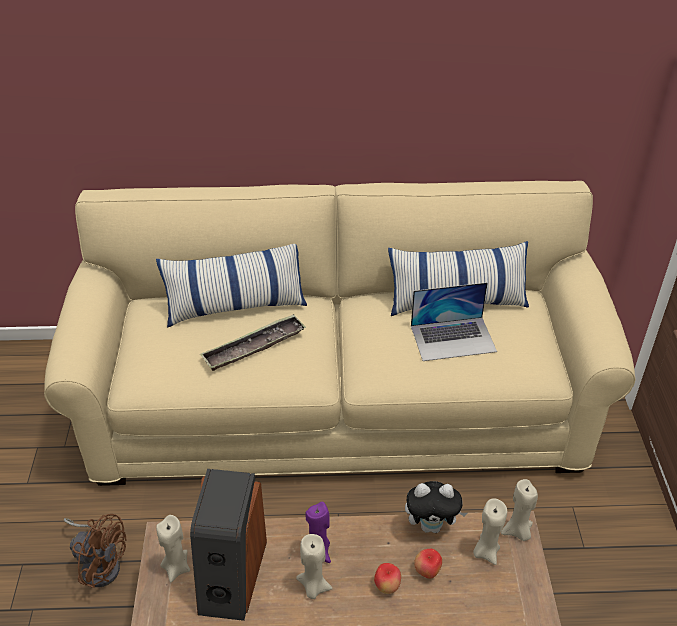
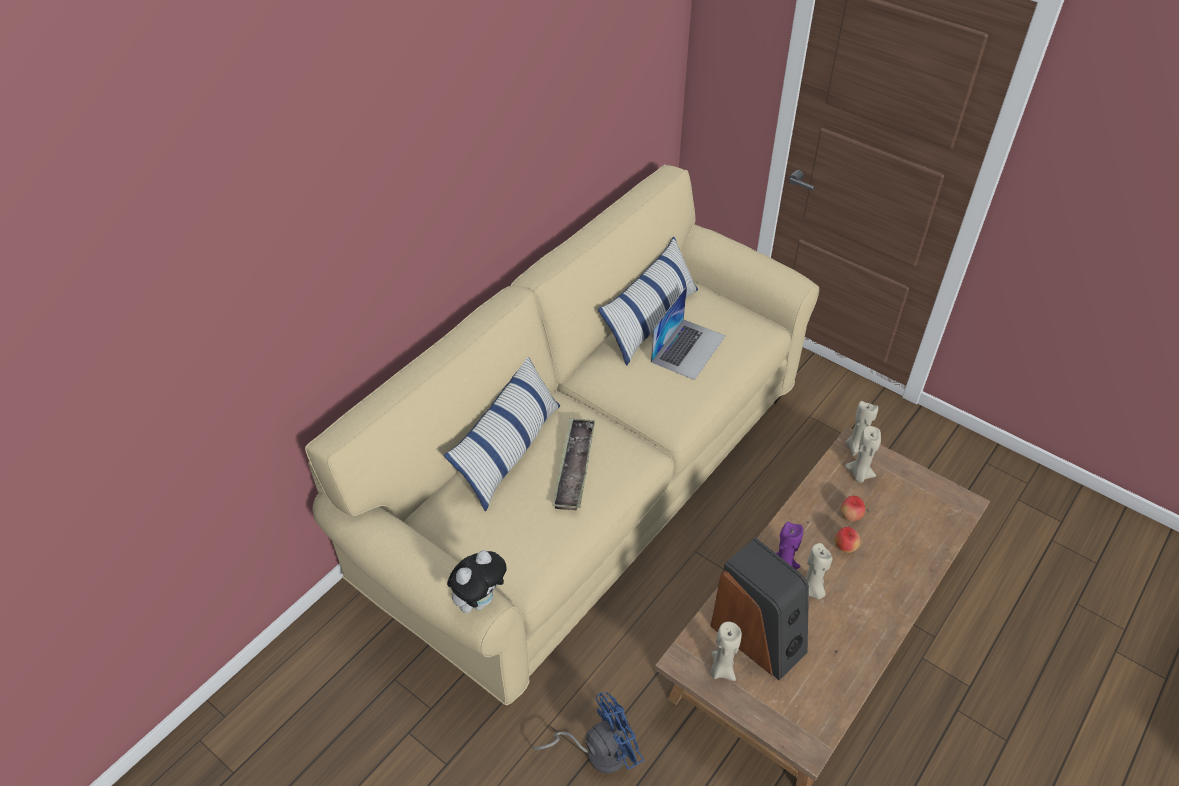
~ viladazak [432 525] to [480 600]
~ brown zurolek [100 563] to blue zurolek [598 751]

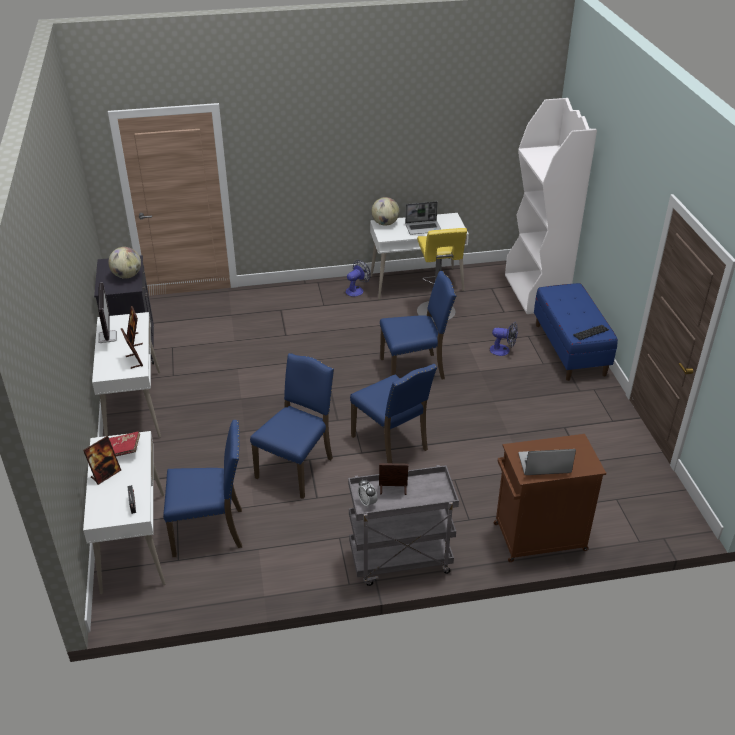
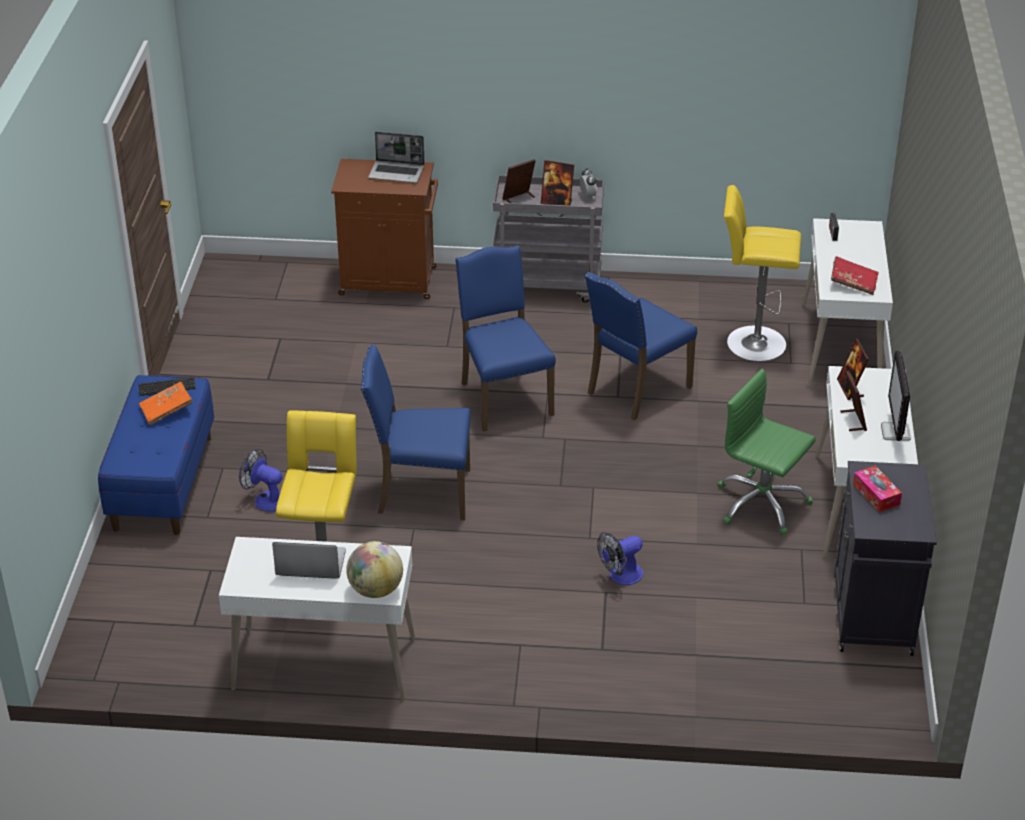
- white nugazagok [536 292]
+ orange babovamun [166 410]
+ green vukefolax [761 504]
~ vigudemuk [105 474] to [519 198]
~ zurolek [357 290] to [620 576]
~ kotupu [127 276] to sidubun [876 494]
~ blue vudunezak [210 530] to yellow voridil [751 343]

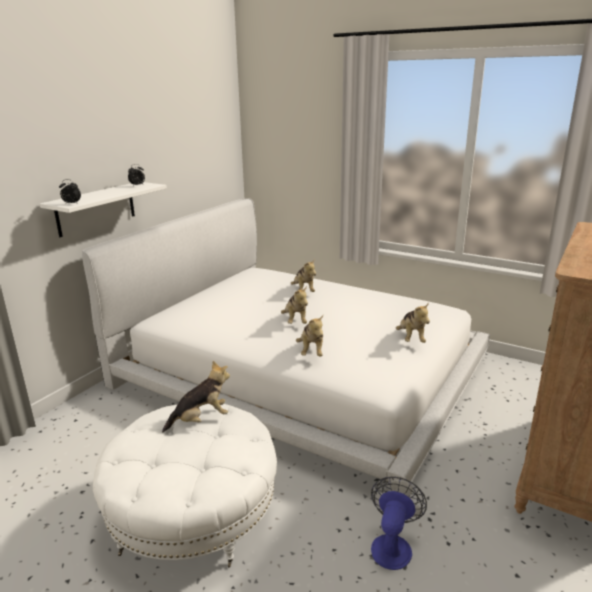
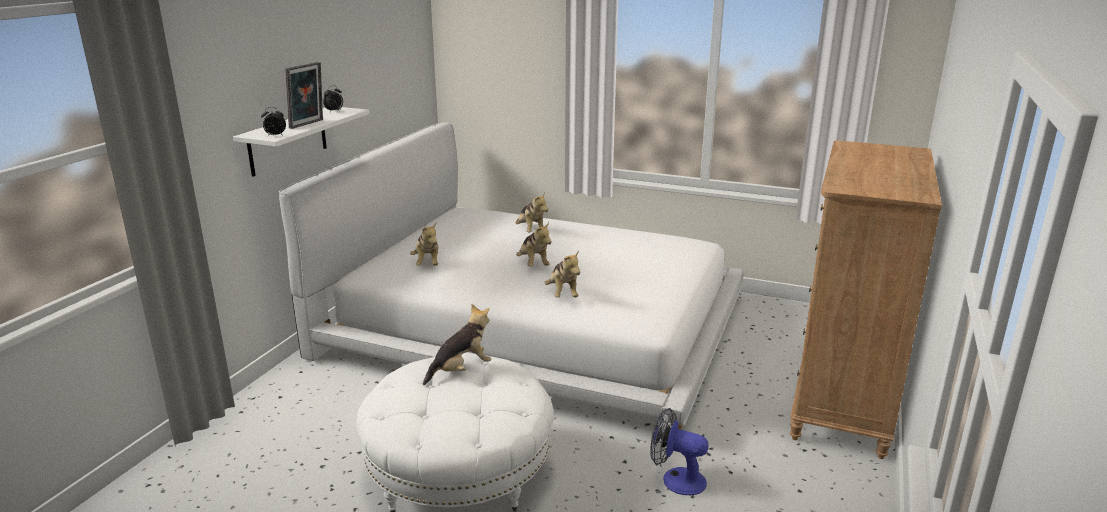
+ vigudemuk [308 124]
~ viladazak [411 338] to [427 263]
~ zurolek [392 545] = [676 479] 75 degrees counterclockwise

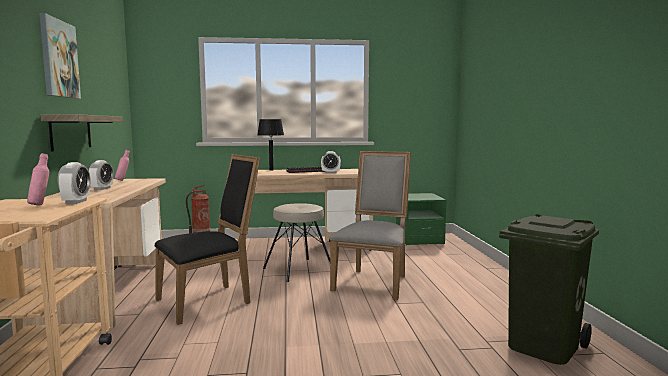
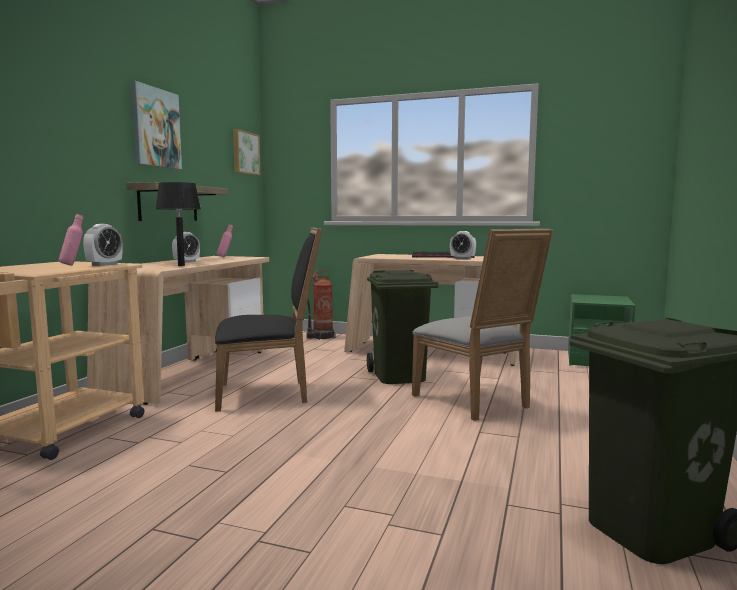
+ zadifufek [245 153]
~ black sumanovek [271 170] to [181 265]
~ beige voridil [299 270] to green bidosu [398 376]
~ grey vudunezak [373 282] = [476 402] 105 degrees clockwise

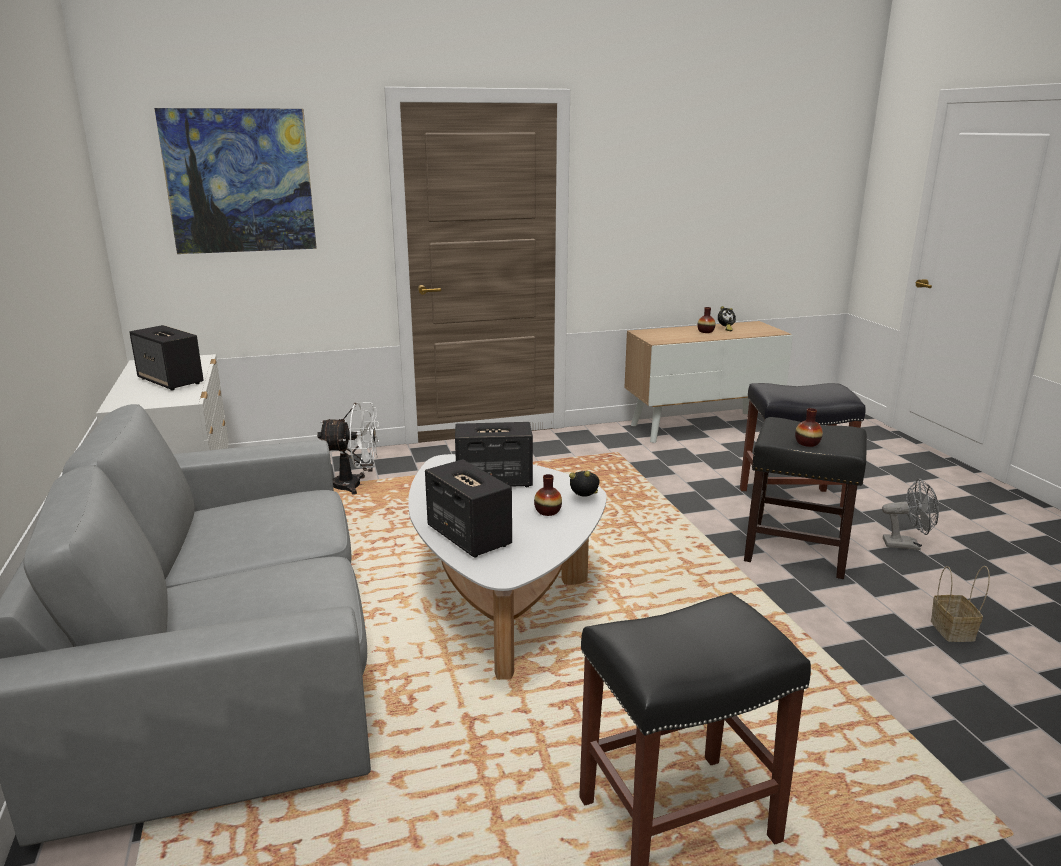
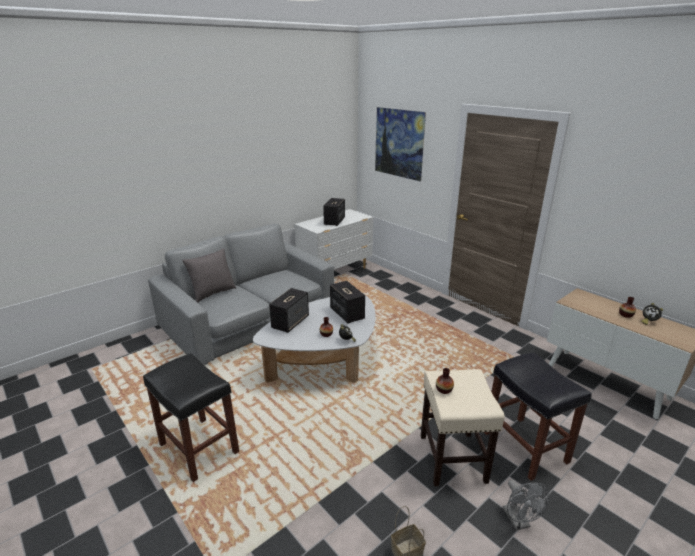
- white zurolek [355 486]
+ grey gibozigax [213 293]
~ black voridil [797 552] to beige voridil [453 459]

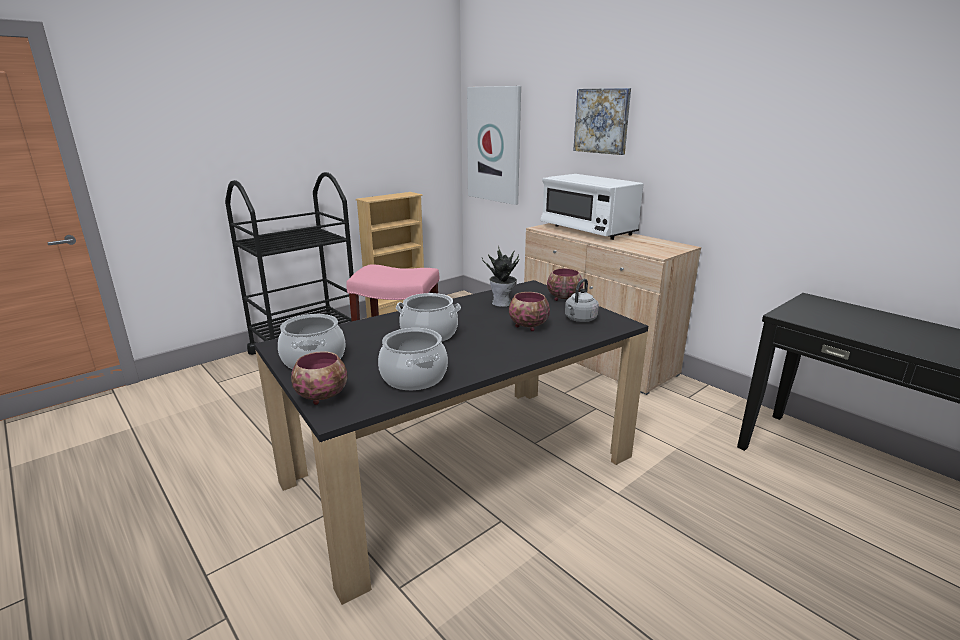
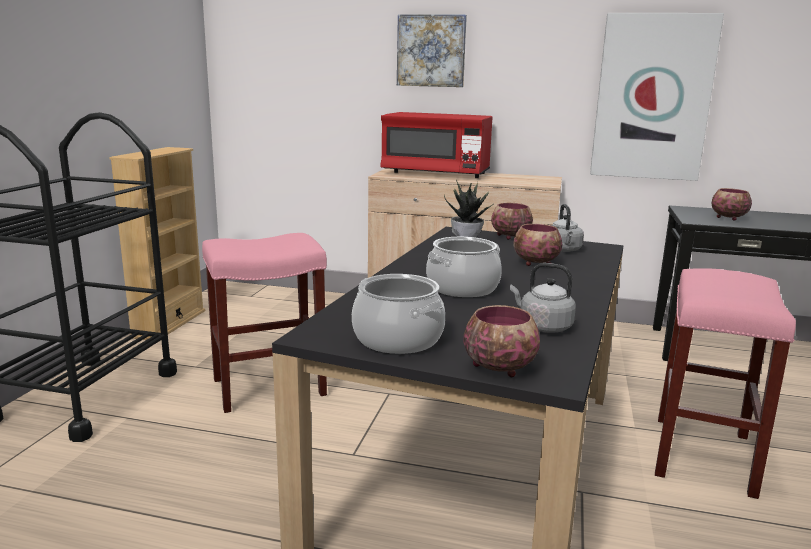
+ pink voridil [704 456]
+ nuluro [727 218]
~ zadifufek [494 145] to [652 98]
~ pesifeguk [413 377] to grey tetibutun [542 326]
~ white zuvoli [588 230] to red zuvoli [436 173]

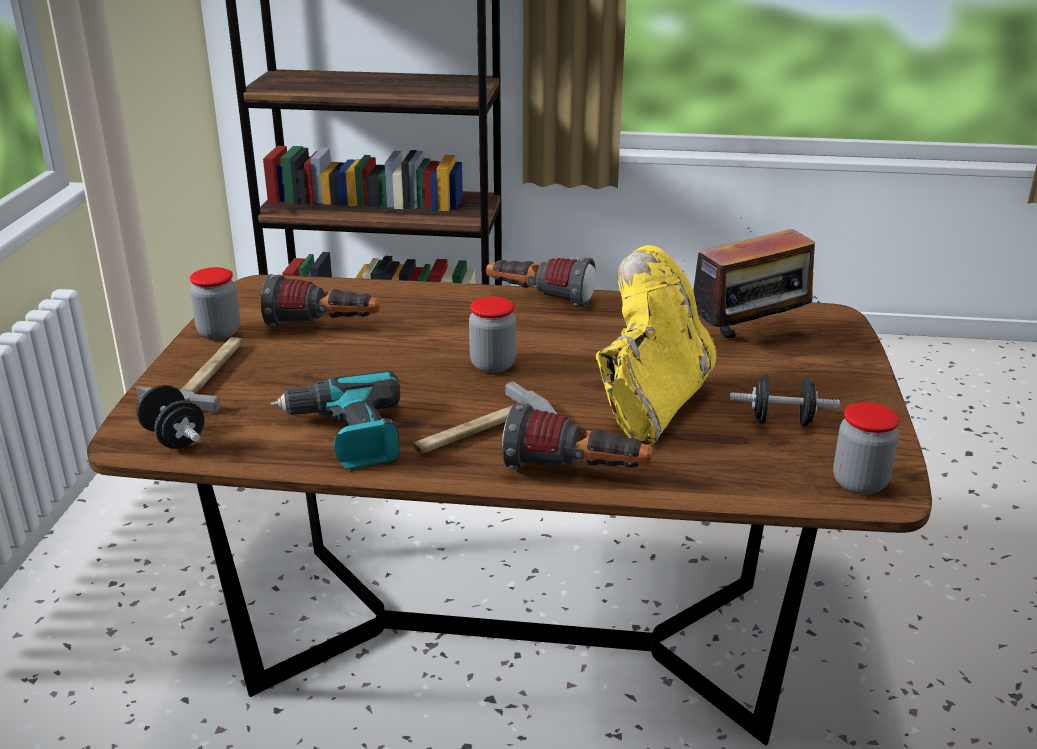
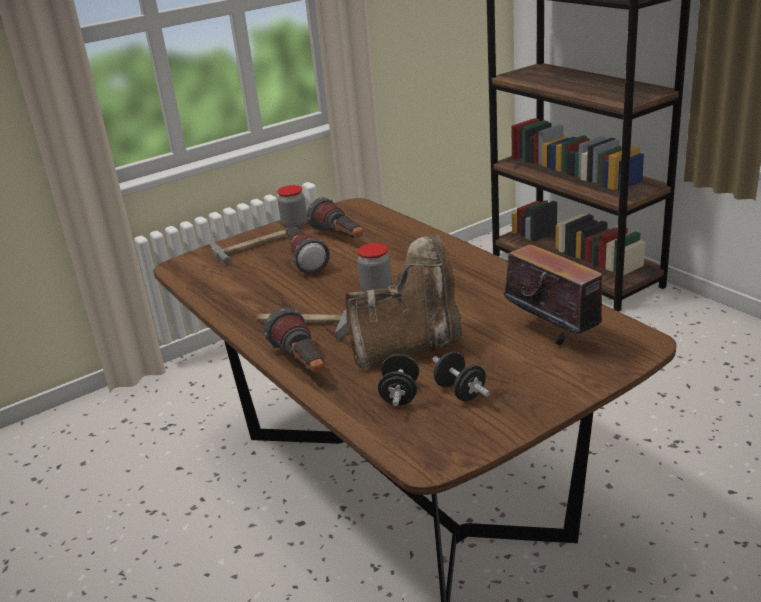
- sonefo [346 435]
- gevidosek [859 483]
~ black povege [174 438] to [400 395]
~ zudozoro [539 299] to [303 260]
~ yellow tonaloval [650 404] to brown tonaloval [410 347]
~ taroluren [750 338] = [552 334] 150 degrees counterclockwise

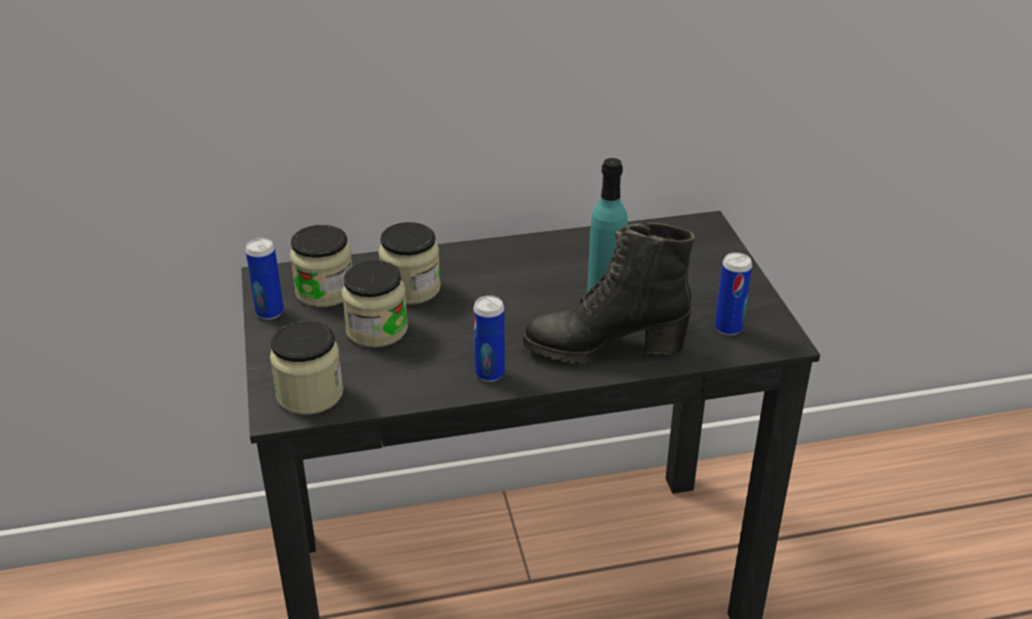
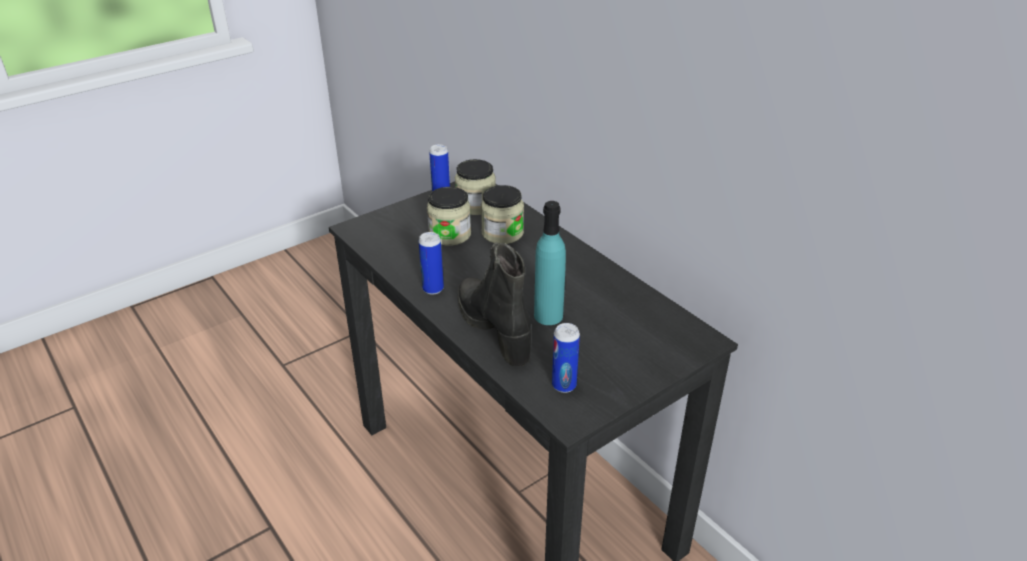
- gevidosek [310 394]

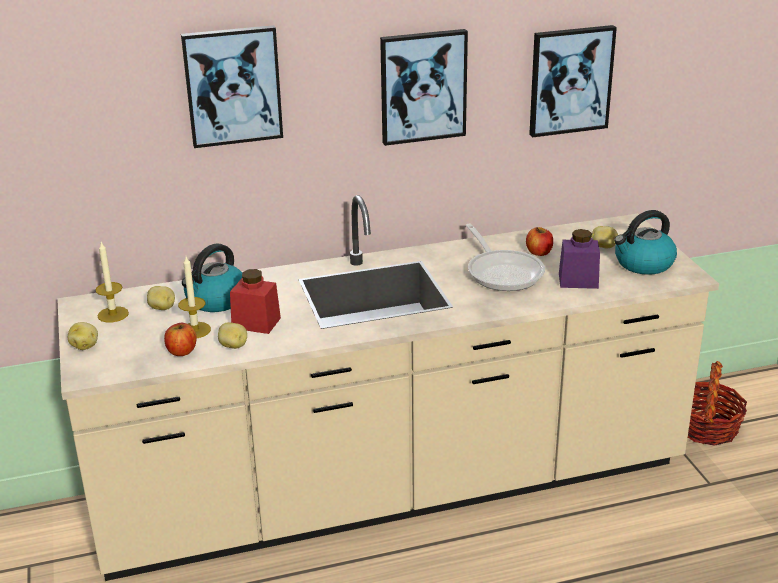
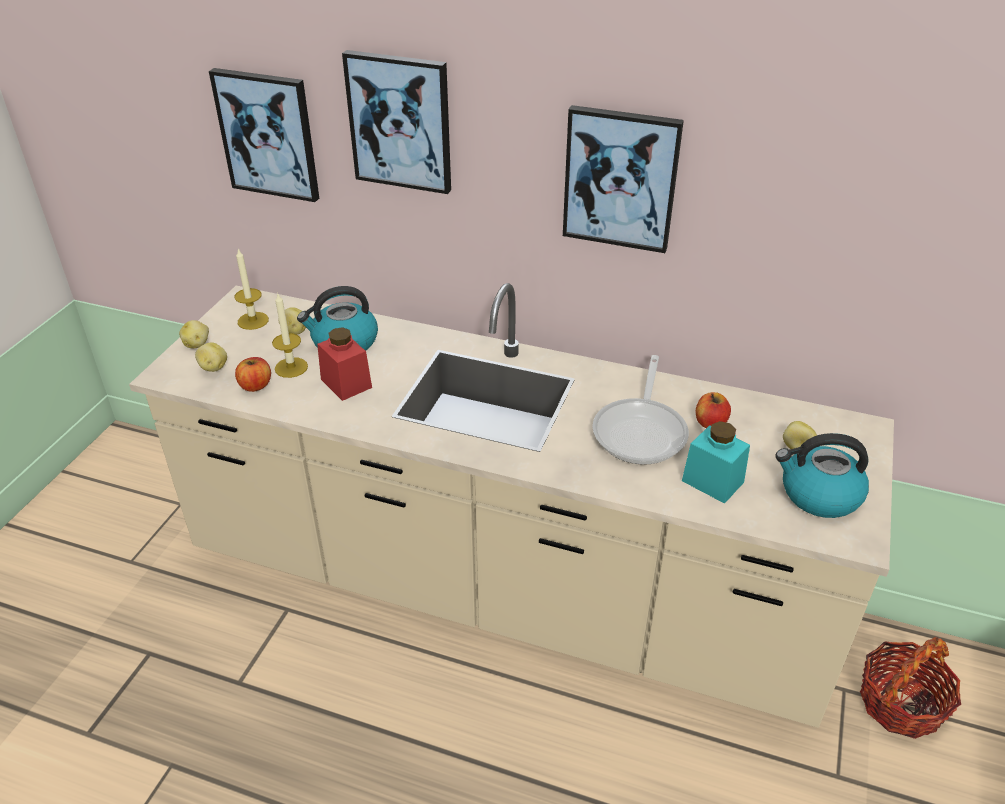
~ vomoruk [233 346] to [213 367]
~ zadifufek [570 80] to [268 134]
~ purple gevidosek [578 280] to turquoise gevidosek [712 481]

